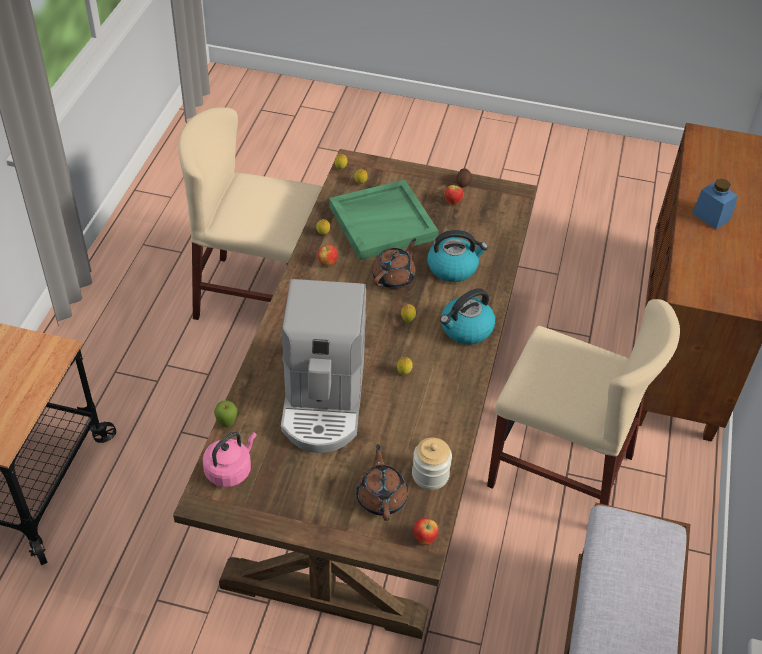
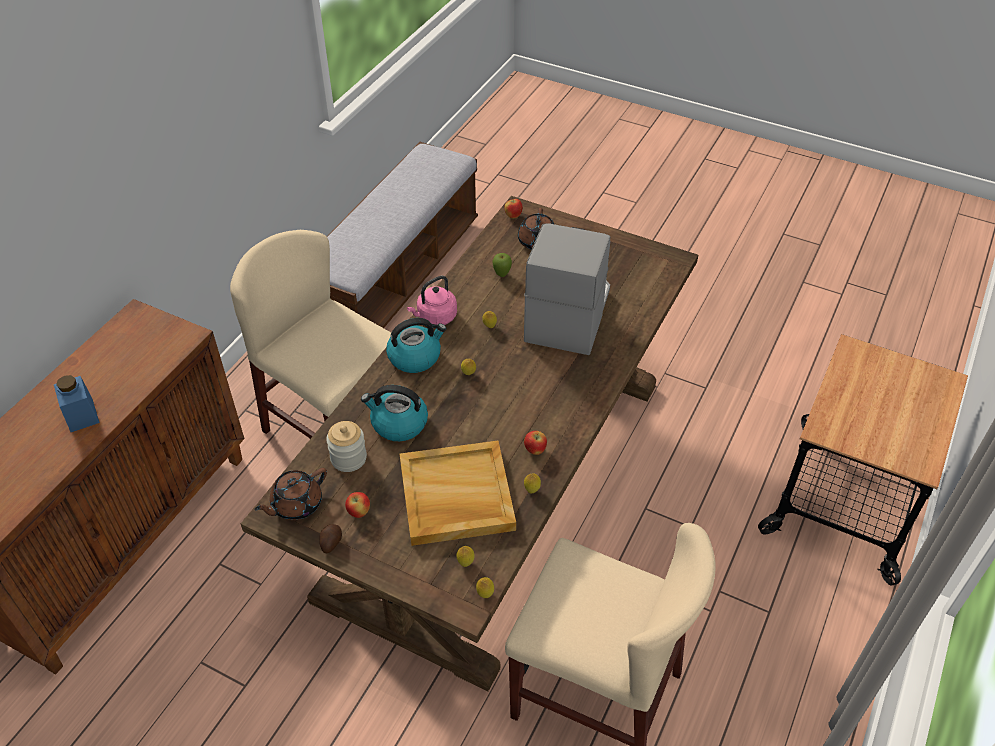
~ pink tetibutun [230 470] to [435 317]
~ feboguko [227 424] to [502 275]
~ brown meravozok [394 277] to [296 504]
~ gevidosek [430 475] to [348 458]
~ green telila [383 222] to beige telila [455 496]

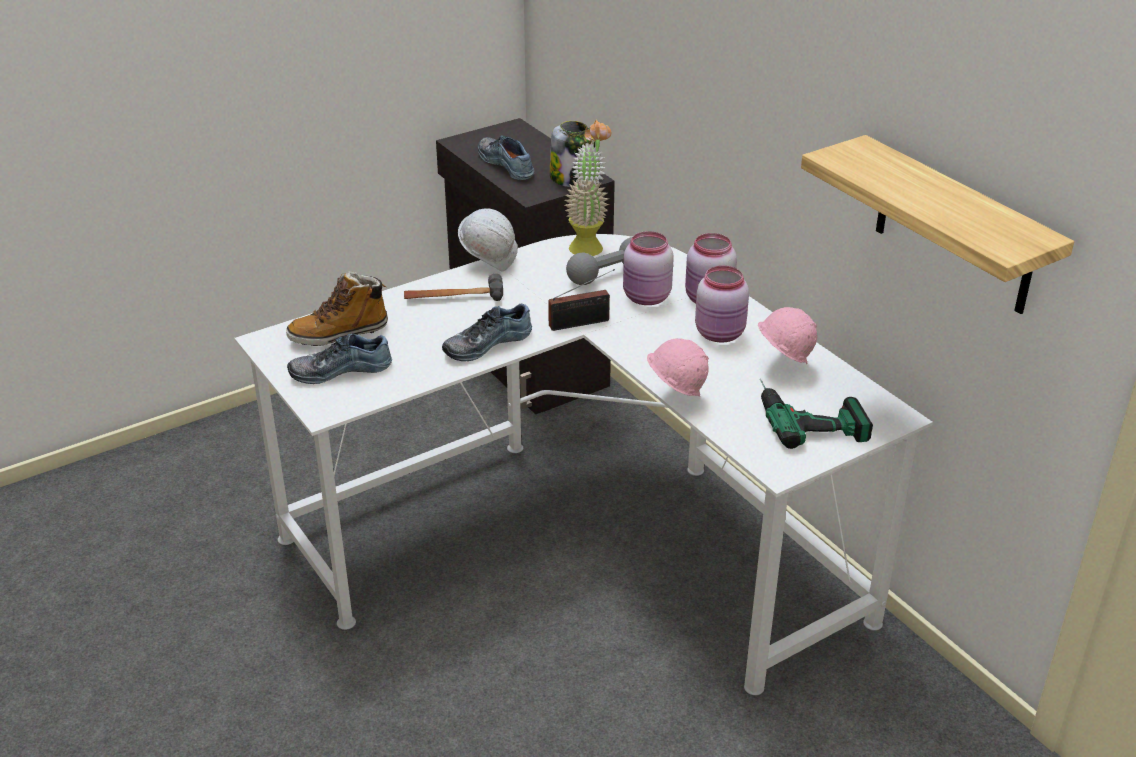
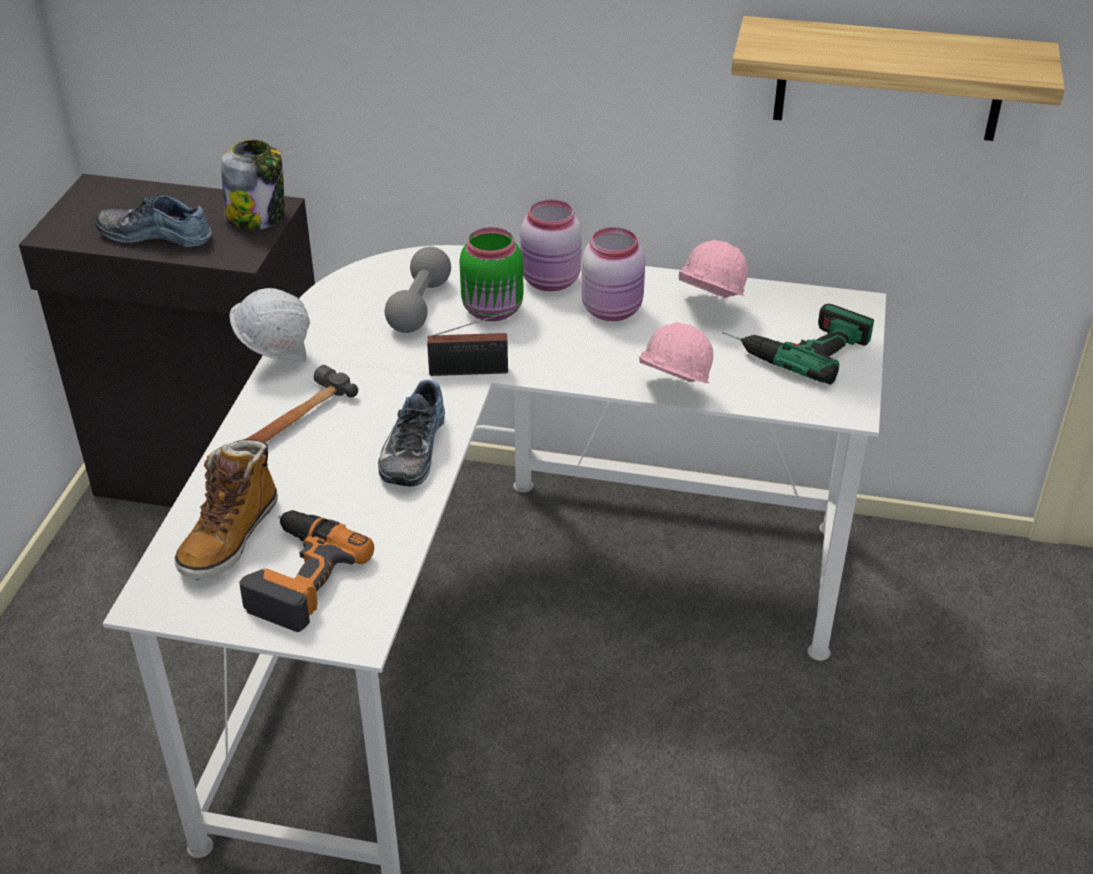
- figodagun [588 244]
~ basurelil [340 369] to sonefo [298 576]
~ pink gevidosek [647 298] to green gevidosek [494 310]
~ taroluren [582 323] = [473 371] 60 degrees clockwise

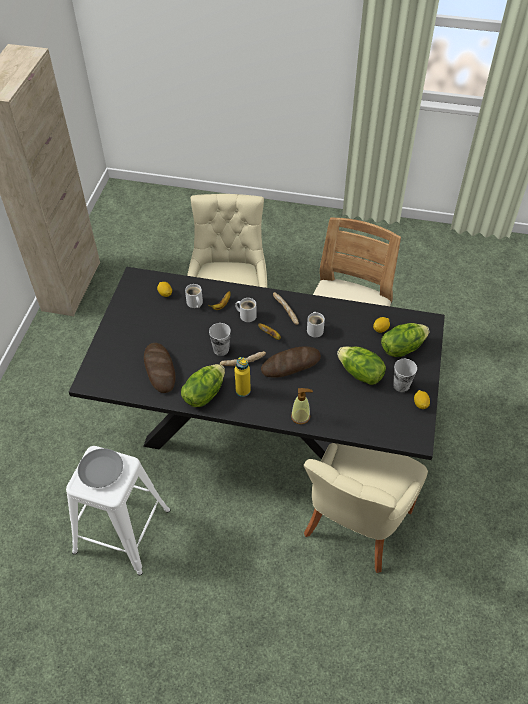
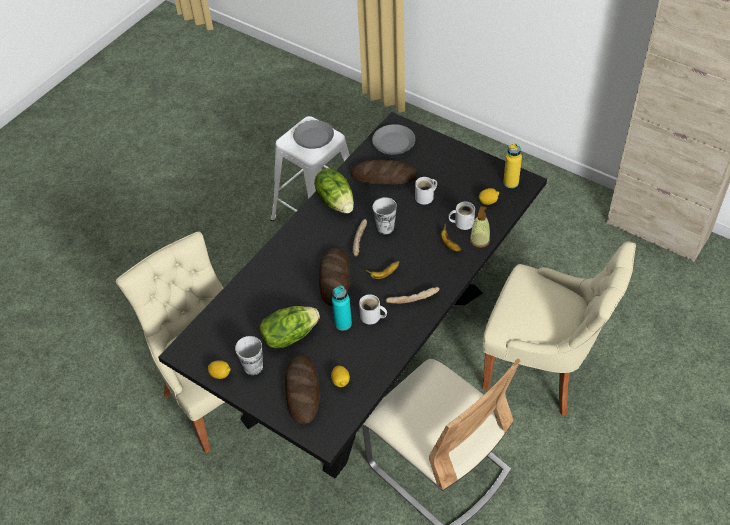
+ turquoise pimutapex [343 323]
+ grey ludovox [393 143]
~ yellow pimutapex [243 390] to [511 182]
~ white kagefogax [247 315] to [426 197]
~ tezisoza [300 416] to [479 240]
~ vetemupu [402 348] to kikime [302 391]

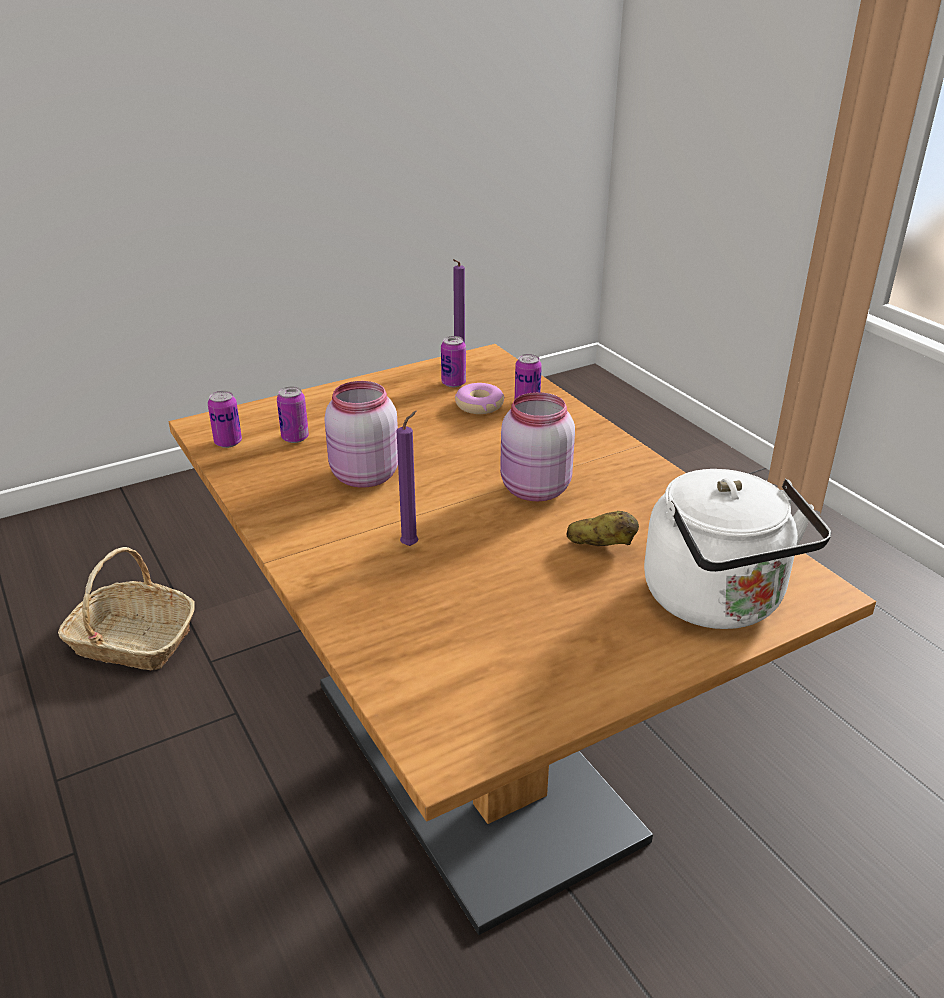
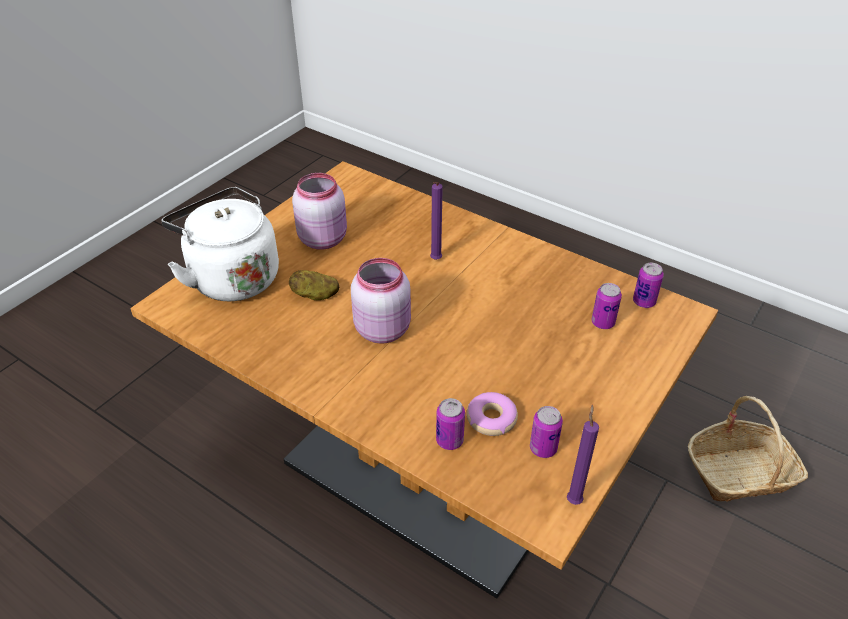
~ pink gevidosek [363 477] to [323 238]

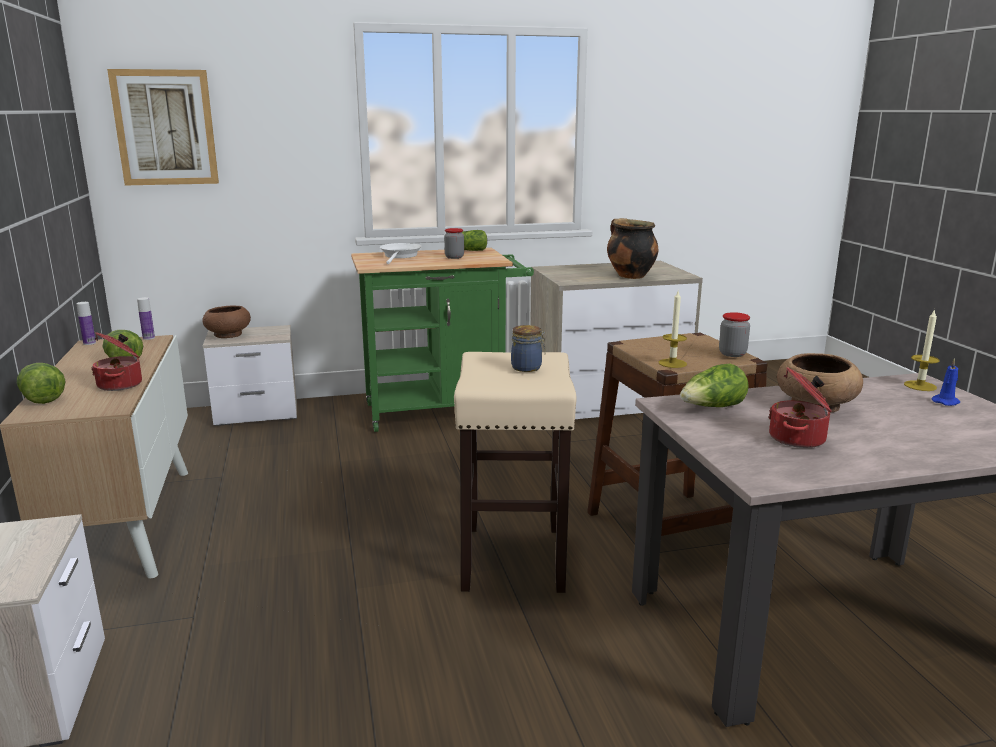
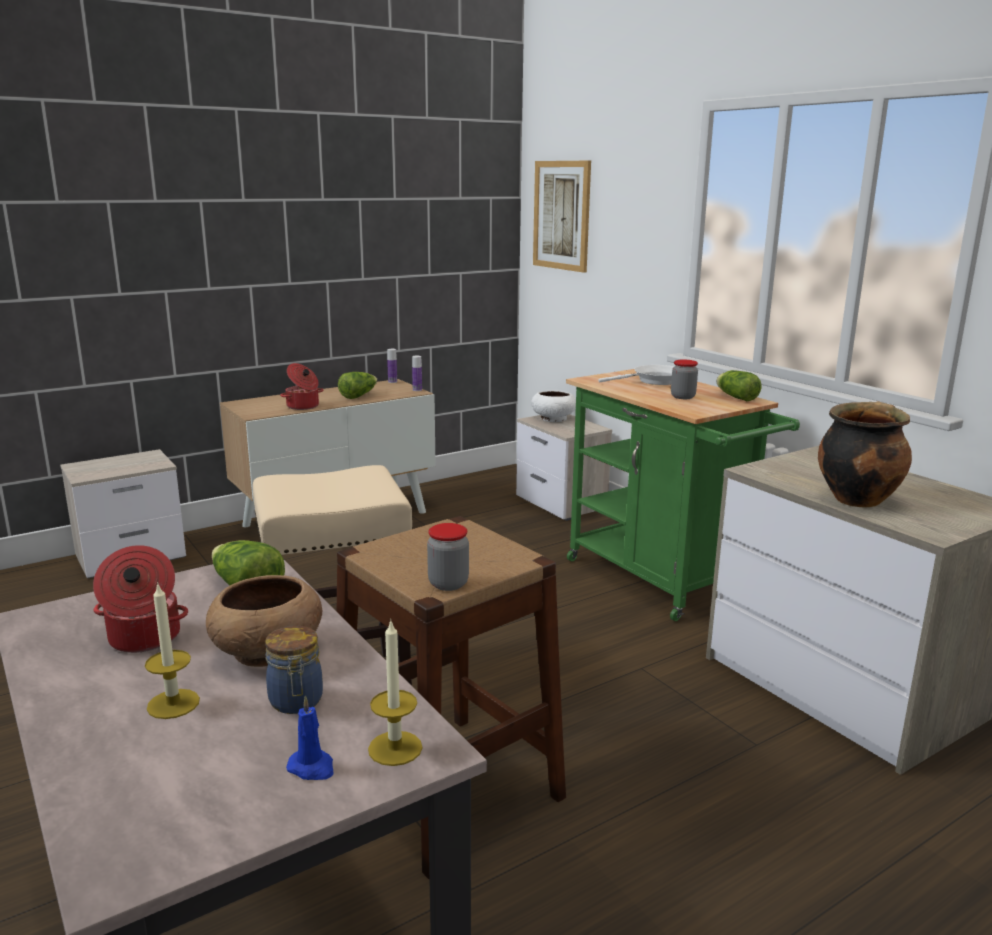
- vetemupu [42 397]
~ gevidosek [528 368] to [296 702]
~ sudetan [672 363] to [173 704]
~ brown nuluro [228 335] to white nuluro [553 419]

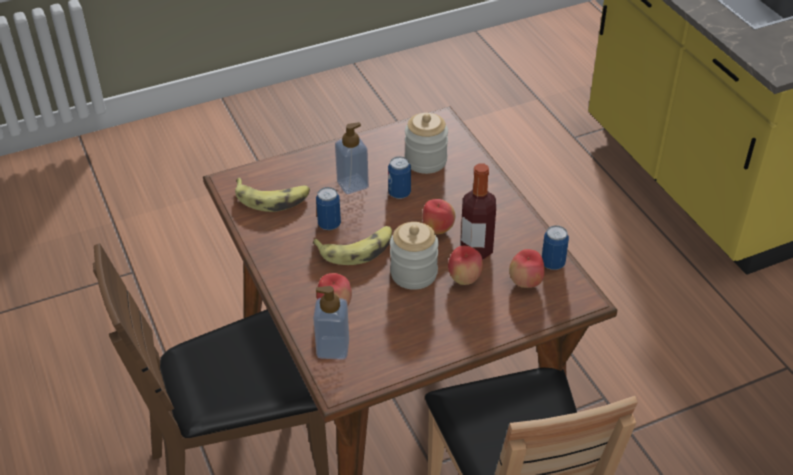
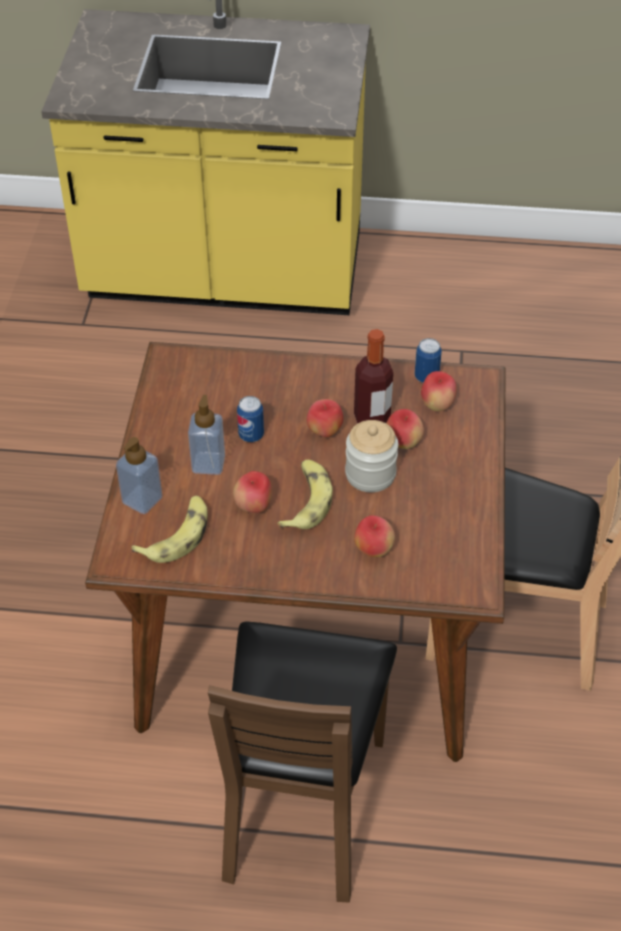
- gevidosek [426 161]
~ tezisoza [333 348] to [142 500]
~ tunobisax [329 224] to feboguko [254 506]

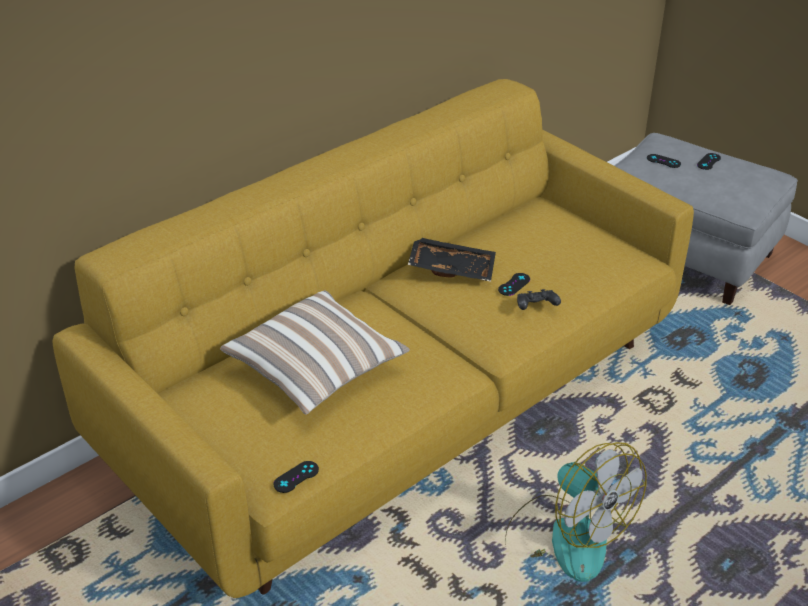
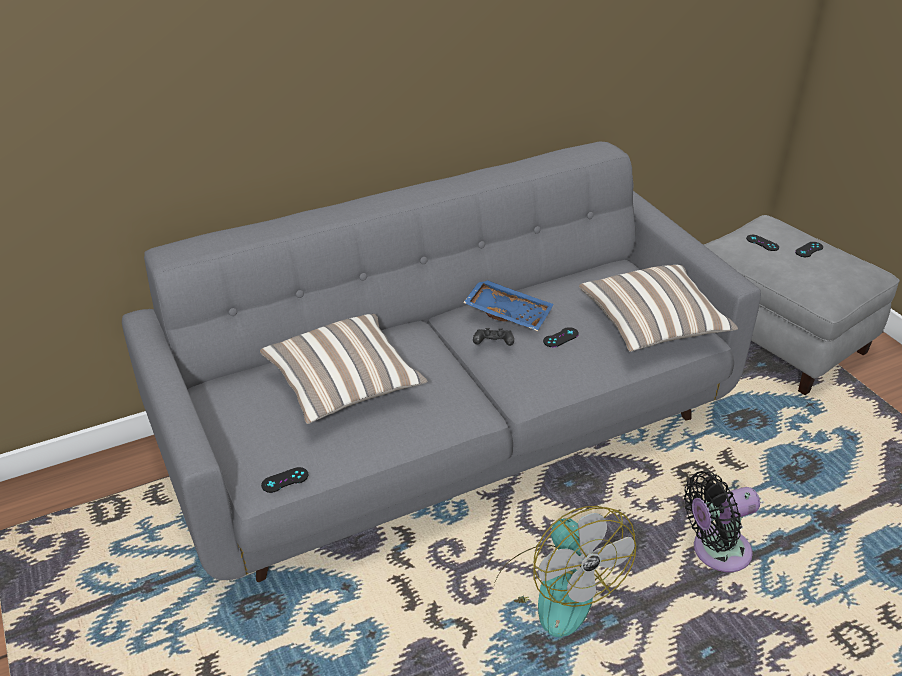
+ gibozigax [653 326]
+ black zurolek [715 552]
~ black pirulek [536 307] to [493 345]
~ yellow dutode [403 402] to grey dutode [451 431]
~ black telila [452 267] to blue telila [508 312]

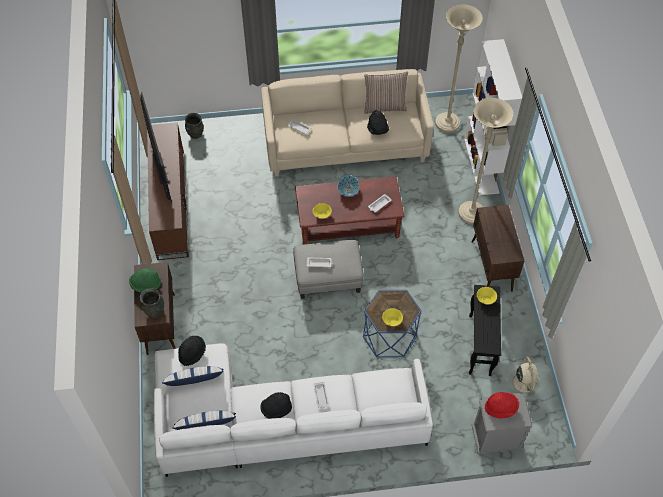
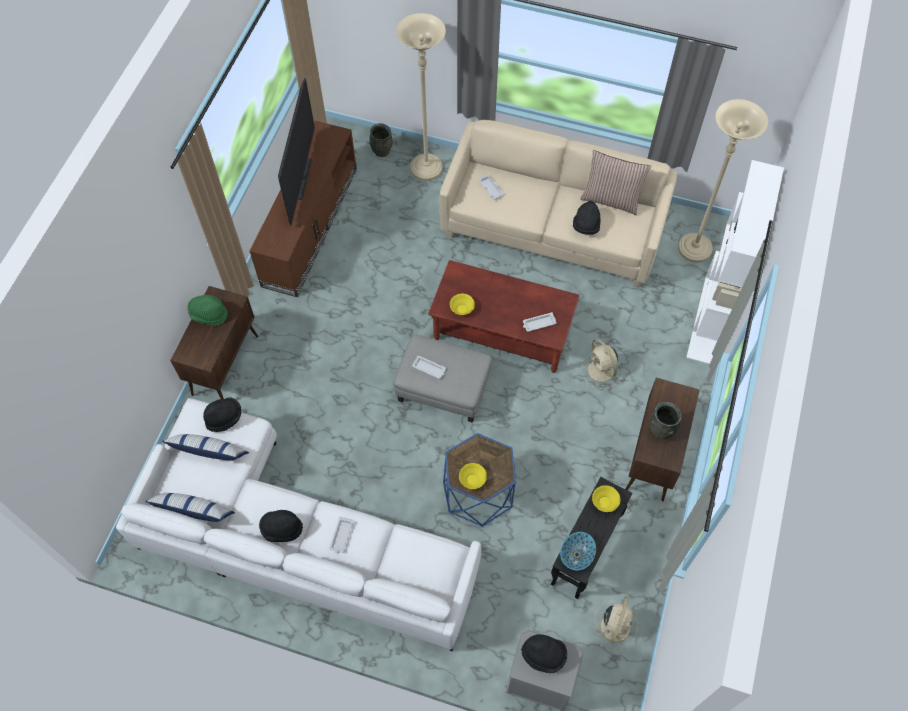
+ beige zurolek [601 371]
~ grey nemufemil [155 311] to [661 430]
~ nuluro [348 190] to [577 554]
~ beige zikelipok [471 213] to [426 168]
~ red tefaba [501 408] to black tefaba [543 655]

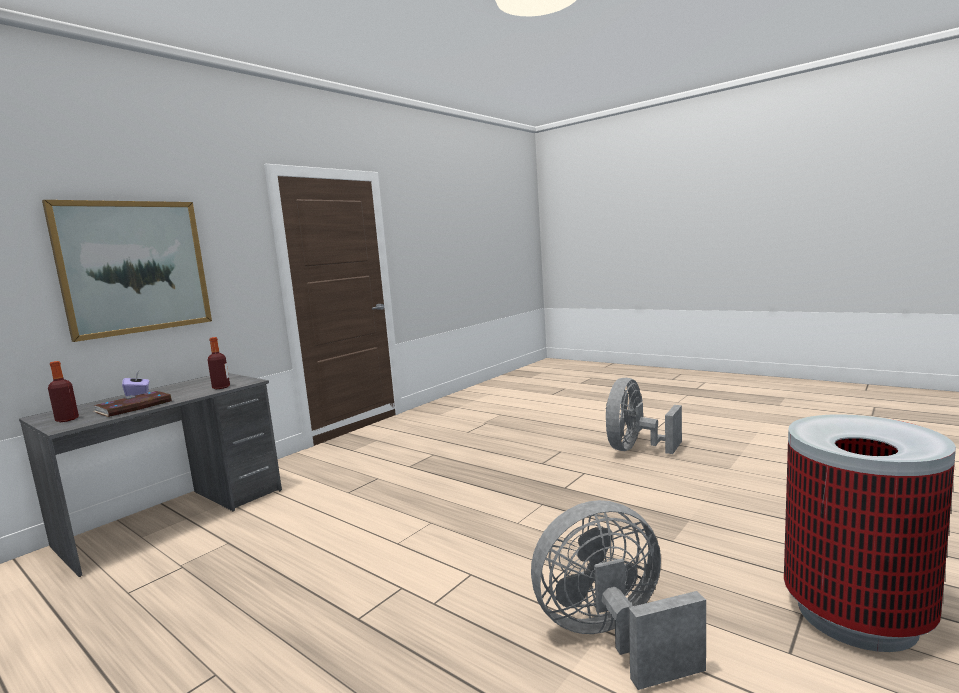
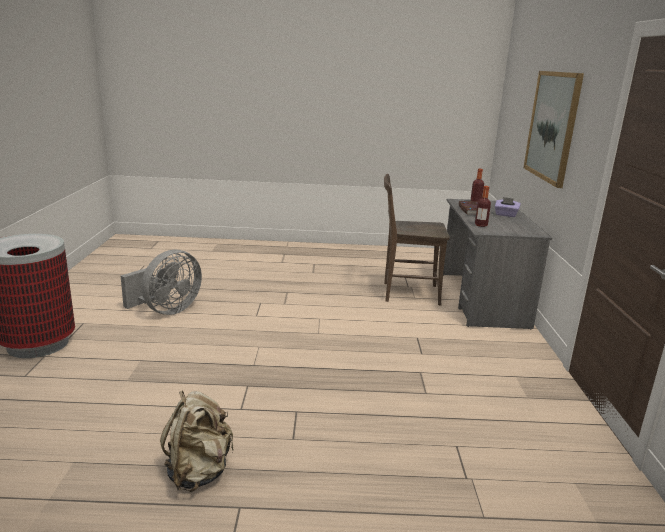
+ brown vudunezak [407 293]
~ grey zurolek [635 449] to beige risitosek [199 472]

